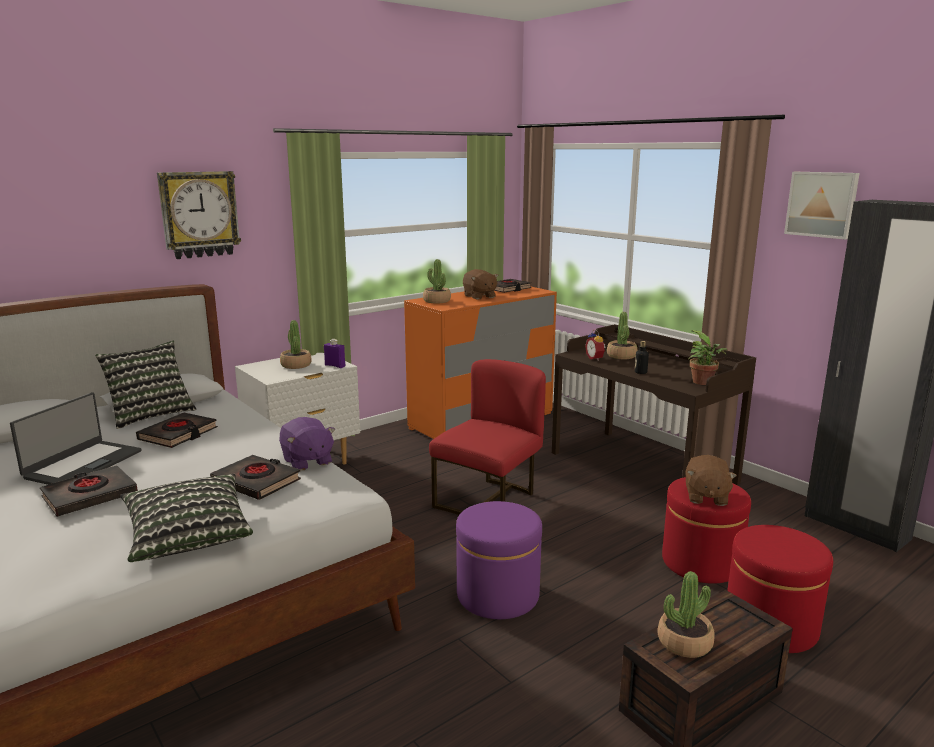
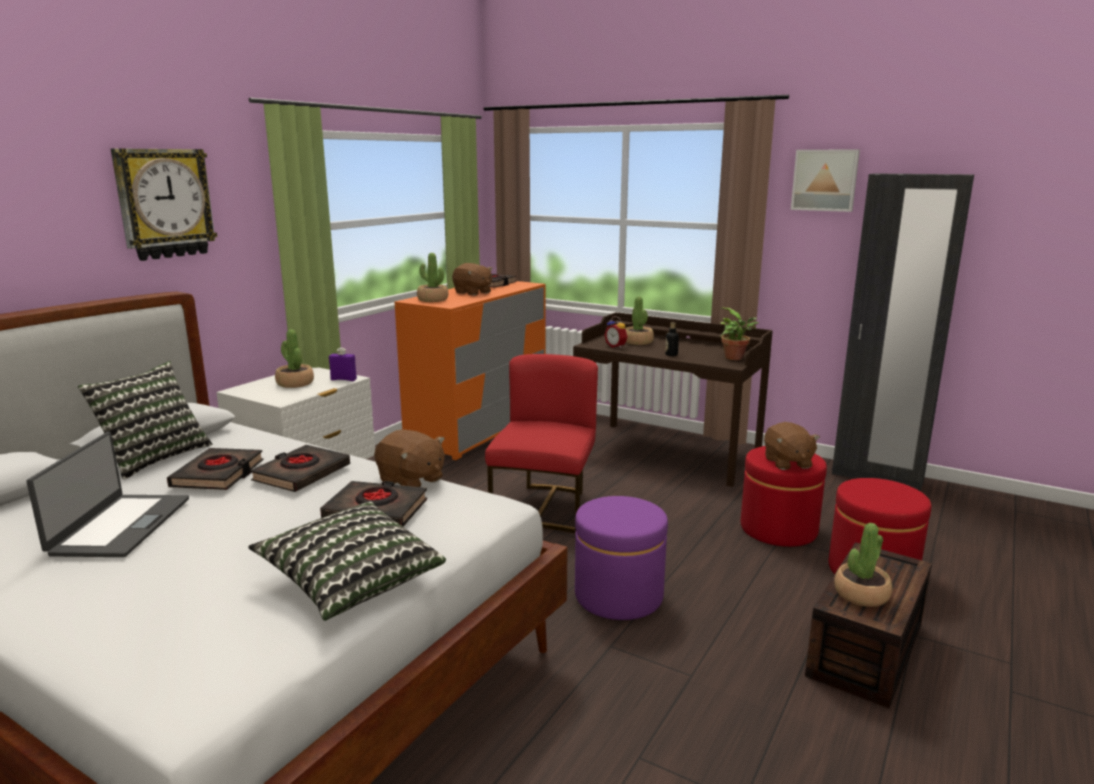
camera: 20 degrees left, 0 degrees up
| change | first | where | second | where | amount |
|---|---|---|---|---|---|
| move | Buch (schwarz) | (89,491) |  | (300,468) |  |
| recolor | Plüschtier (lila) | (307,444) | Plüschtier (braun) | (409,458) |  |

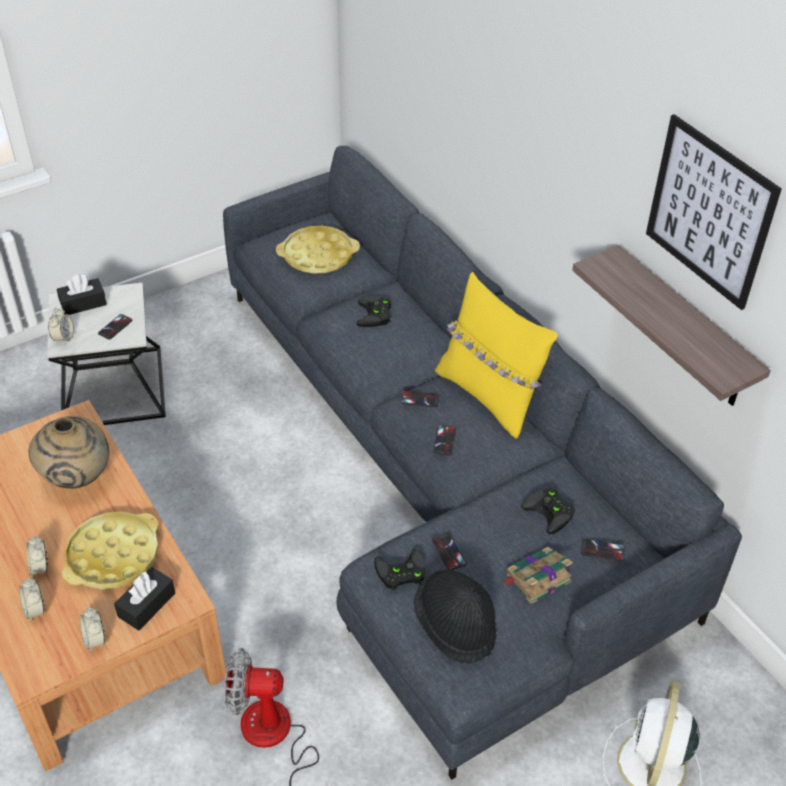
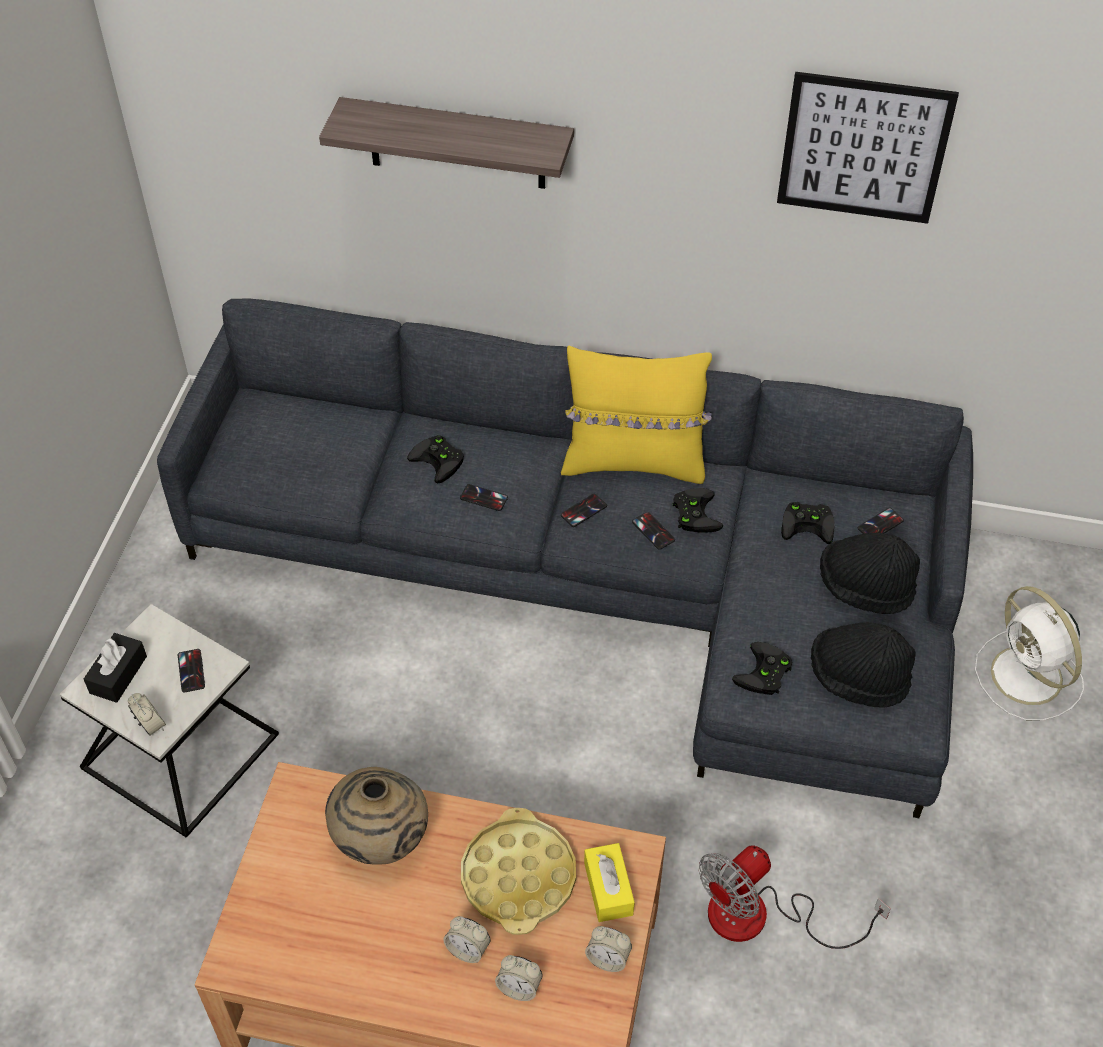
camera: 45 degrees left, 5 degrees up
| change | first | where | second | where | amount |
|---|---|---|---|---|---|
| delete | Tablett (gelb) | (318,250) |  |  |  |
| insert |  |  | Gamepad (schwarz) | (698,510) |  |
| move | Handy | (449,551) |  | (484,497) |  |
| move | Wandregal | (671,325) |  | (446,143) |  |
| replace | Buch | (538,575) | Hut (schwarz) | (870,573) |  |
| recolor | Taschentuchbox (schwarz) | (144,599) | Taschentuchbox (gelb) | (609,882) |  |

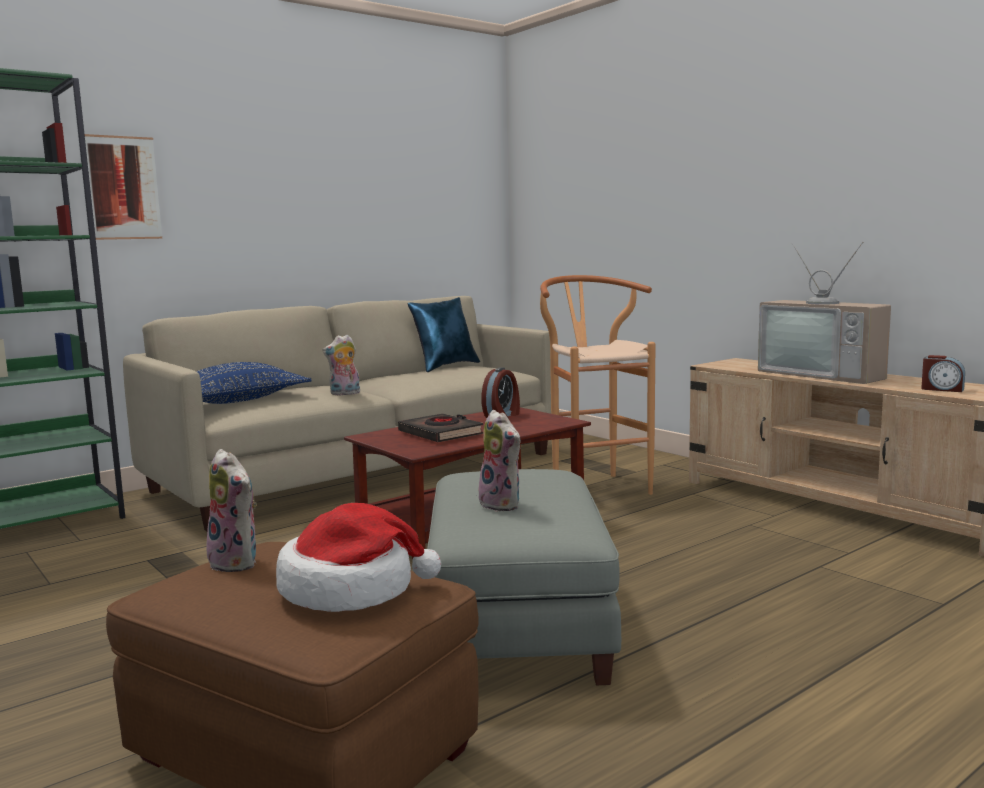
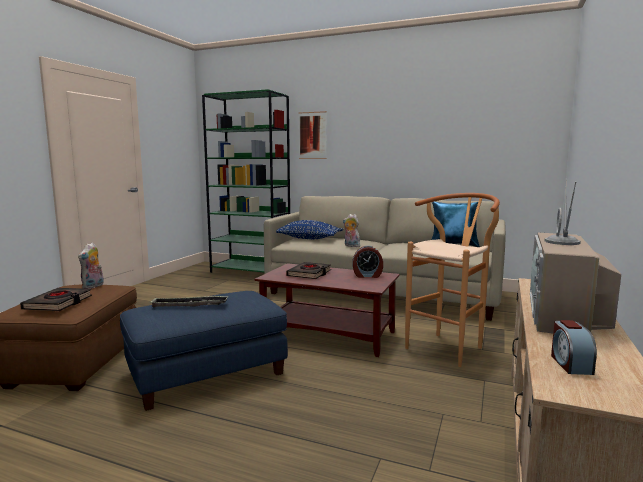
camera: 60 degrees right, 0 degrees up
| change | first | where | second | where | amount |
|---|---|---|---|---|---|
| replace | Hut | (358,557) | Buch (schwarz) | (56,299) |  |
| replace | Plüschtier | (499,461) | Tablett | (188,301) |  |
| recolor | Polsterhocker (grau) | (524,577) | Polsterhocker (blau) | (204,351) |  |

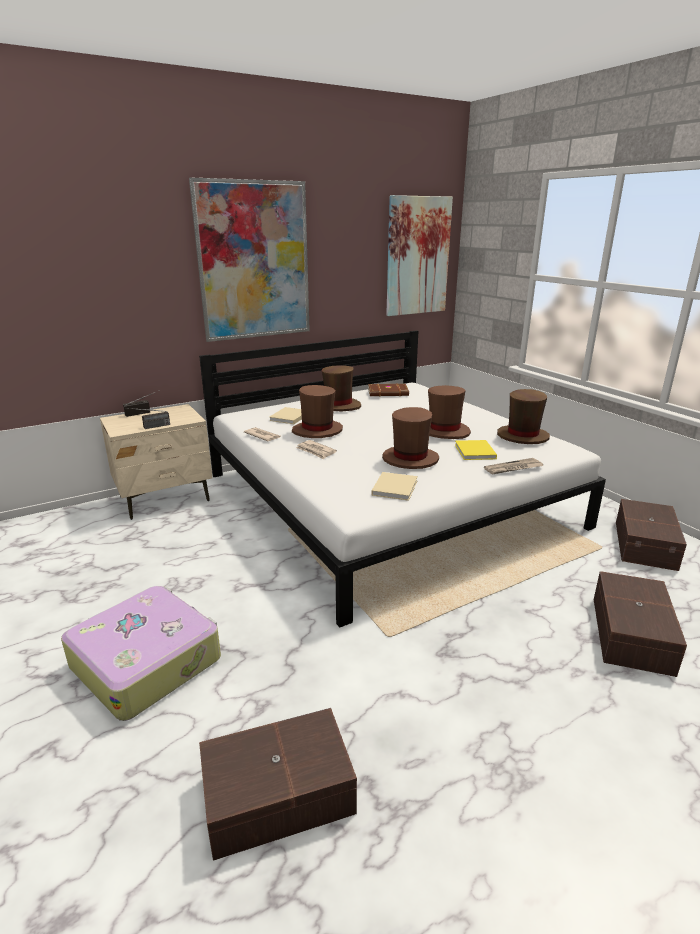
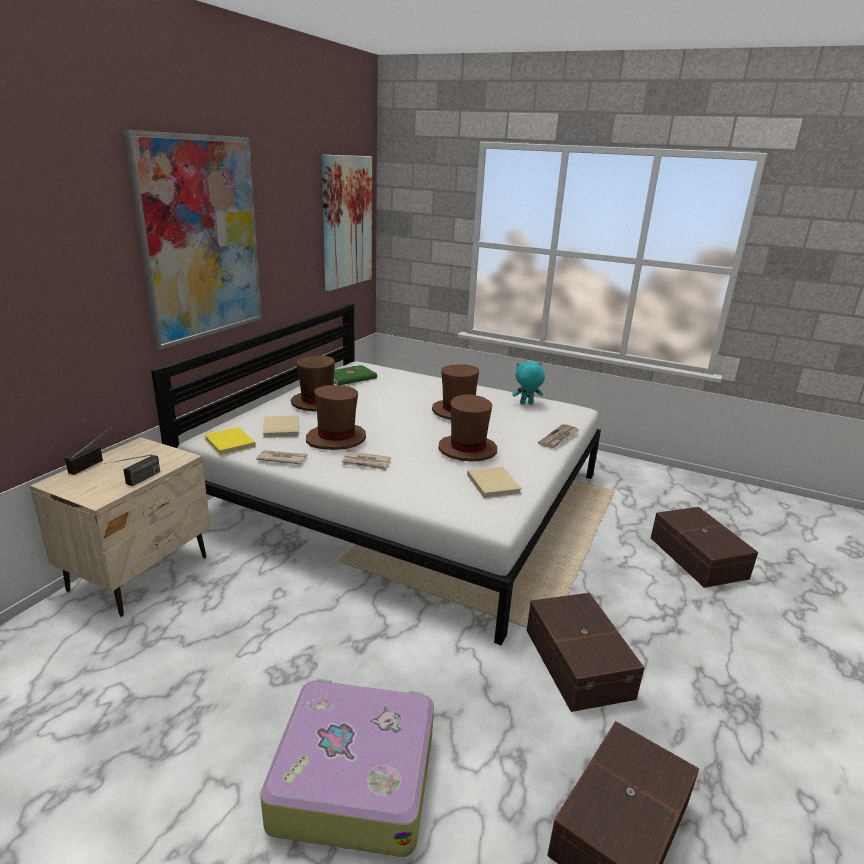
camera: 35 degrees left, 0 degrees up
| change | first | where | second | where | amount |
|---|---|---|---|---|---|
| move | Buch (gelb) | (476,450) |  | (230,441) |  |
| move | Aufbewahrungsbox (braun) | (651,535) |  | (586,652) |  |
| replace | Hut (braun) | (523,416) | Plüschtier (türkis) | (528,383) |  |
| recolor | Buch (braun) | (388,389) | Buch (grün) | (355,375) |  |

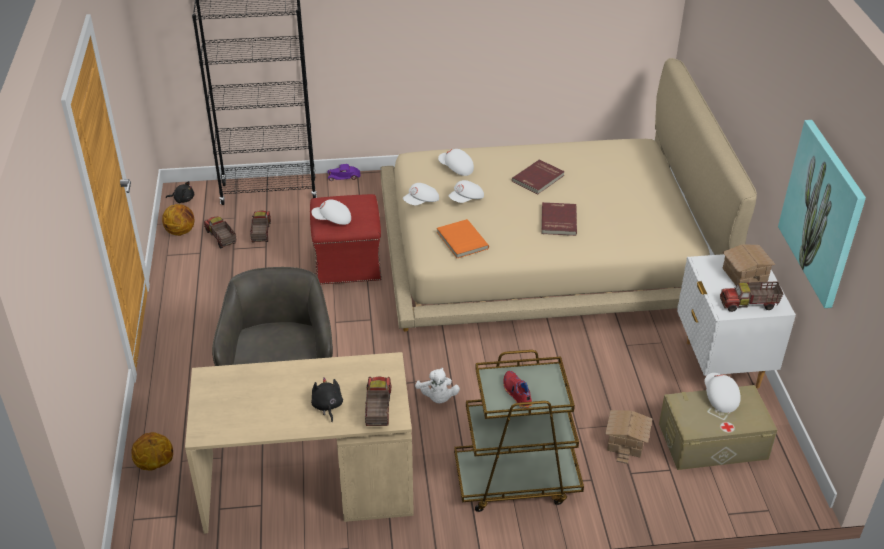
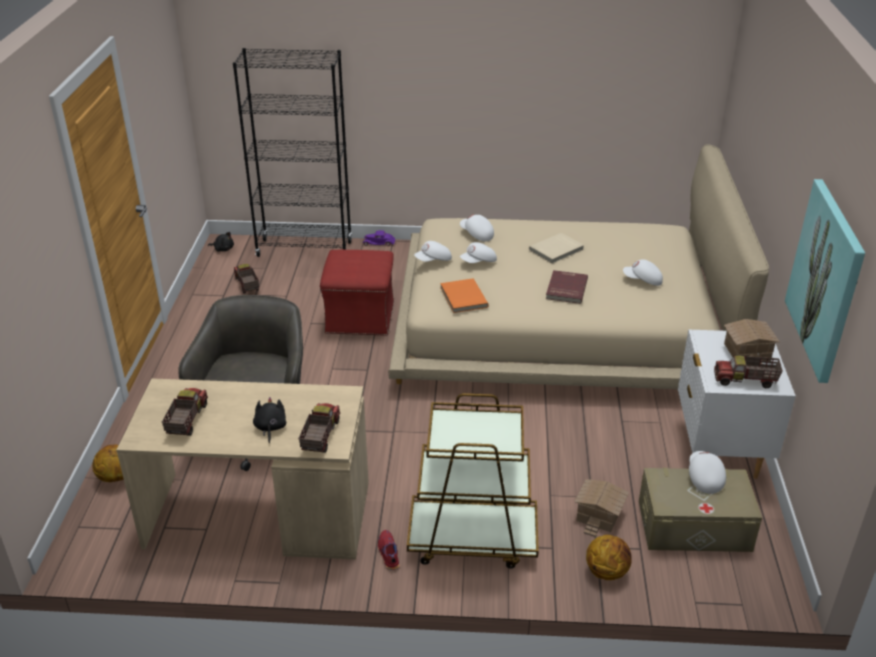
camera: 10 degrees right, 5 degrees down
| change | first | where | second | where | amount |
|---|---|---|---|---|---|
| delete | Plüschtier (weiß) | (437,385) |  |  |  |
| move | Basketball | (178,220) |  | (609,557) |  |
| move | Spielzeuglaster | (260,226) |  | (185,412) |  |
| move | Kappe (weiß) | (331,212) |  | (643,272) |  |
| move | Schuh (rot) | (517,389) |  | (389,550) |  |
| recolor | Buch (rot) | (538,176) | Buch (beige) | (556,248) |  |

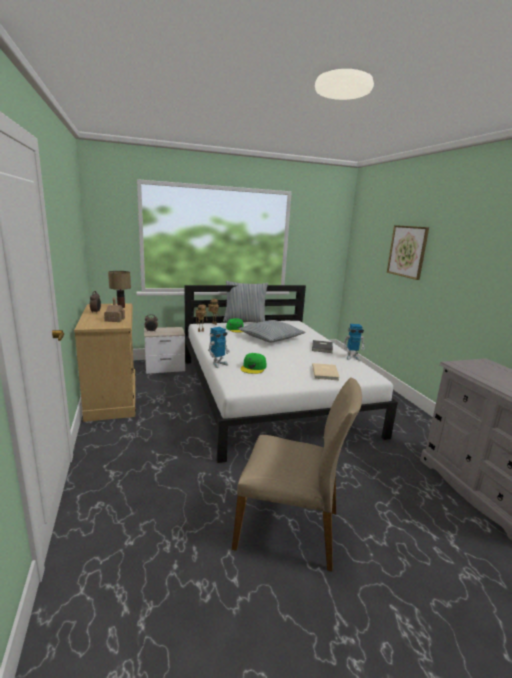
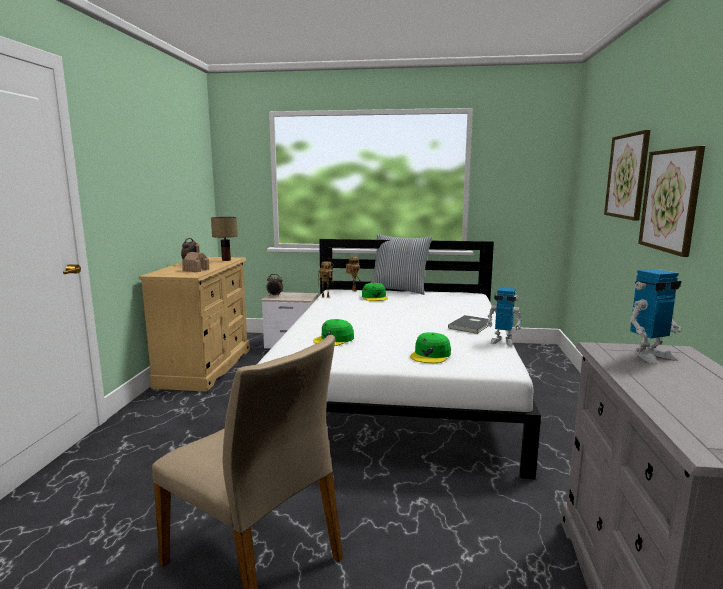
camera: 25 degrees right, 5 degrees down
| change | first | where | second | where | amount |
|---|---|---|---|---|---|
| delete | Kissen | (272,331) |  |  |  |
| insert |  |  | Bild | (671,201) |  |
| move | Spielzeugroboter | (219,347) |  | (655,316) |  |
| replace | Buch (beige) | (325,371) | Kappe (grün) | (430,347) |  |

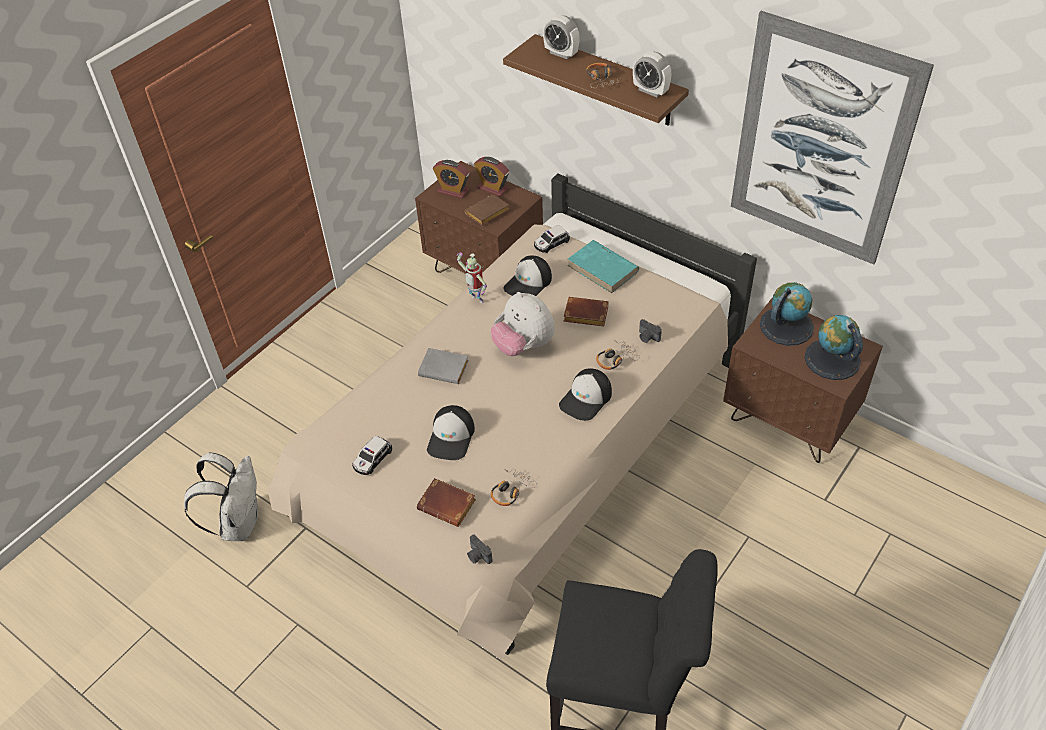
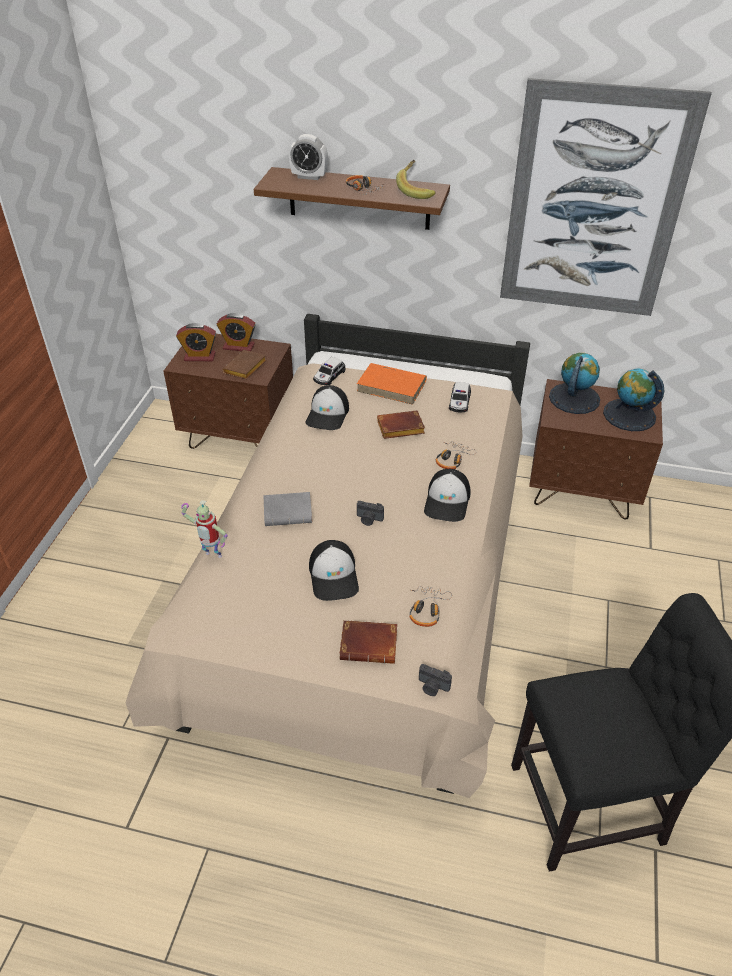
camera: 25 degrees left, 5 degrees down
| change | first | where | second | where | amount |
|---|---|---|---|---|---|
| delete | Rucksack (weiß) | (221,497) |  |  |  |
| delete | Plüschtier | (523,324) |  |  |  |
| move | Spielzeugauto | (372,455) |  | (460,397) |  |
| move | Spielzeugroboter | (472,278) |  | (204,529) |  |
| move | Kamera | (650,331) |  | (370,513) |  |
| replace | Wecker | (652,74) | Banane | (415,179) |  |
| recolor | Buch (türkis) | (603,266) | Buch (orange) | (392,384) |  |

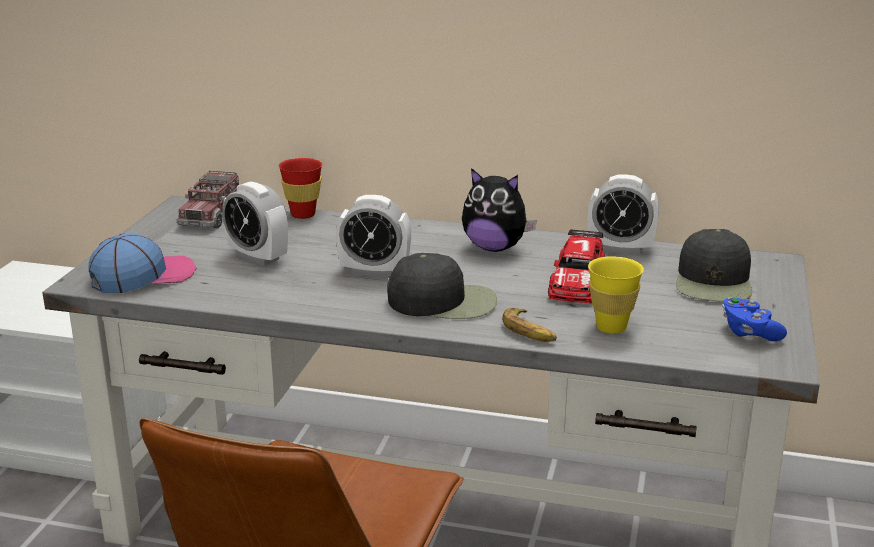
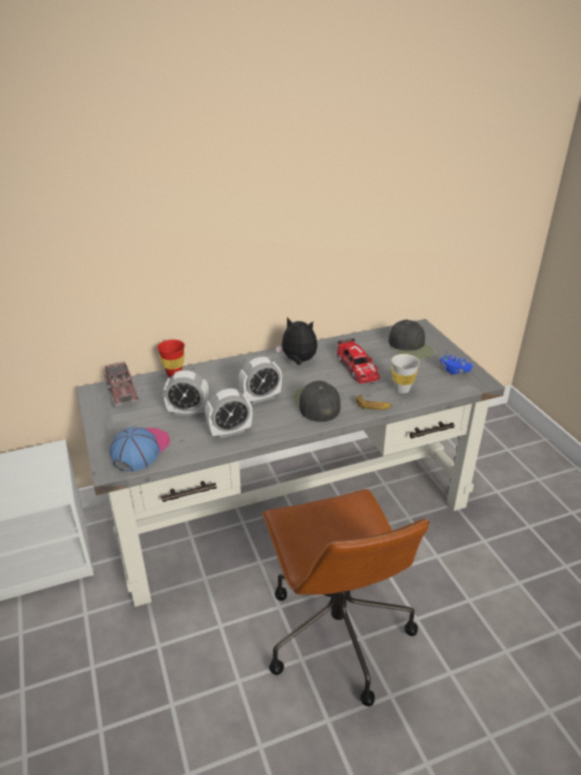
camera: 35 degrees left, 10 degrees up
| change | first | where | second | where | amount |
|---|---|---|---|---|---|
| move | Wecker | (623,214) |  | (228,413) |  |
| recolor | Tasse (gelb) | (616,295) | Tasse (weiß) | (406,373) |  |
| rotate | Kappe (schwarz) | (442,286) |  | (316,401) | 75 degrees counterclockwise |
| rotate | Plüschtier | (499,210) |  | (296,341) | 150 degrees counterclockwise |

